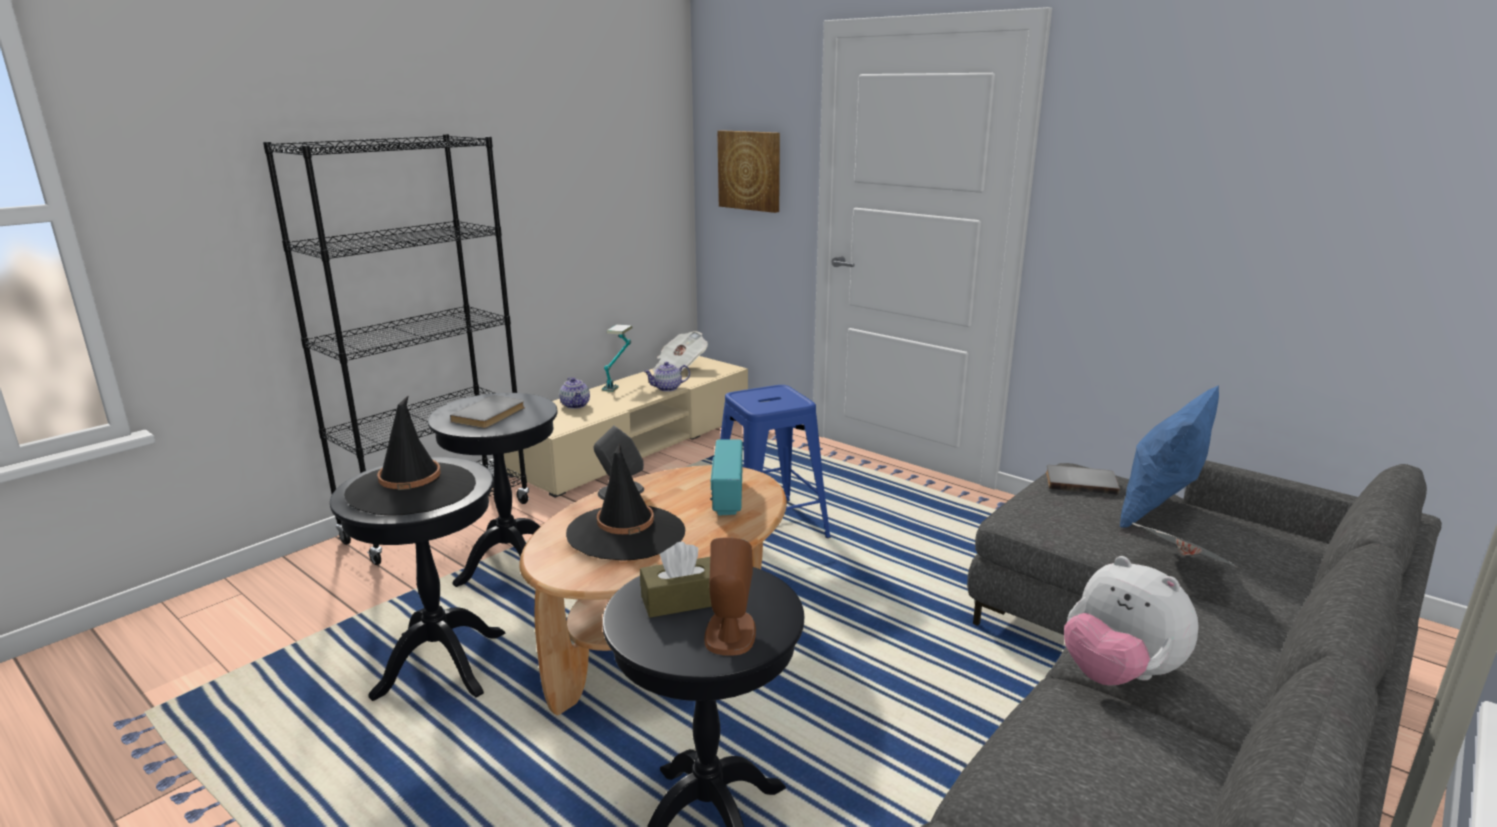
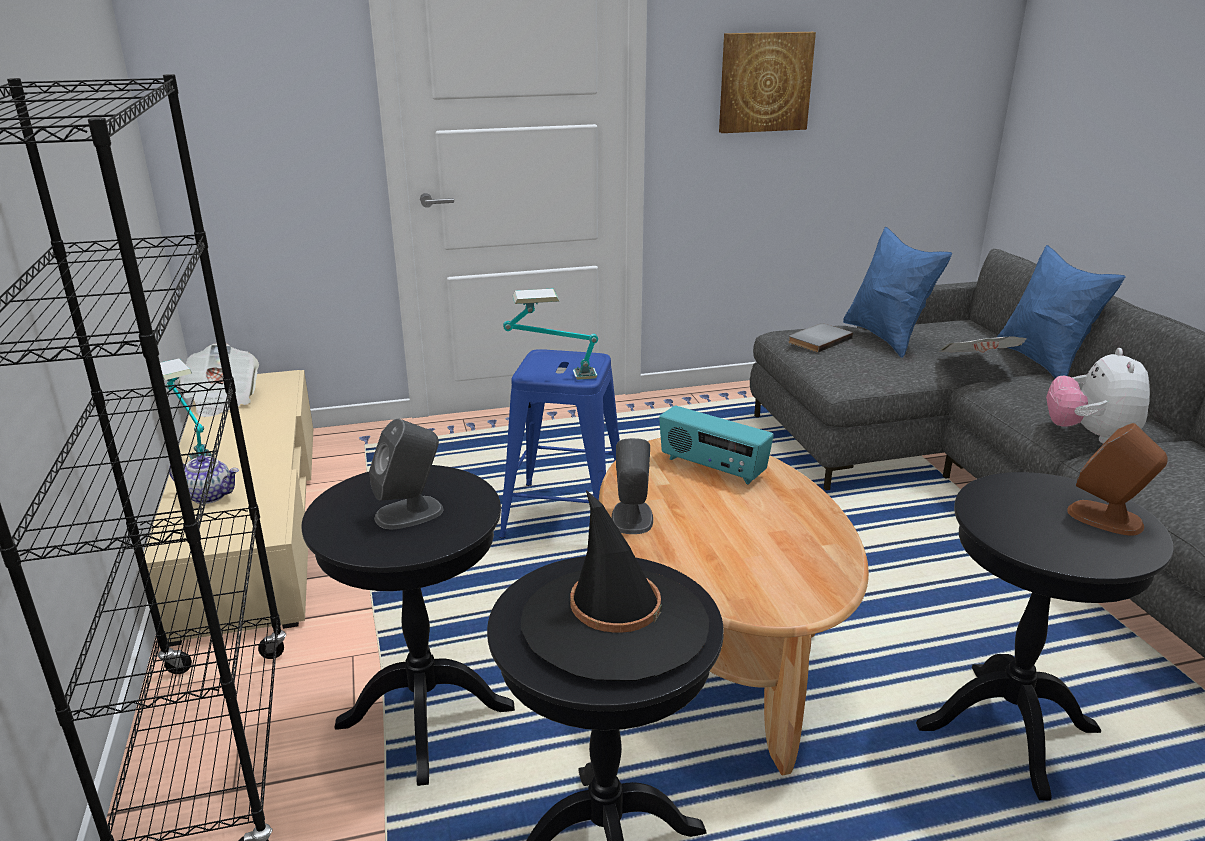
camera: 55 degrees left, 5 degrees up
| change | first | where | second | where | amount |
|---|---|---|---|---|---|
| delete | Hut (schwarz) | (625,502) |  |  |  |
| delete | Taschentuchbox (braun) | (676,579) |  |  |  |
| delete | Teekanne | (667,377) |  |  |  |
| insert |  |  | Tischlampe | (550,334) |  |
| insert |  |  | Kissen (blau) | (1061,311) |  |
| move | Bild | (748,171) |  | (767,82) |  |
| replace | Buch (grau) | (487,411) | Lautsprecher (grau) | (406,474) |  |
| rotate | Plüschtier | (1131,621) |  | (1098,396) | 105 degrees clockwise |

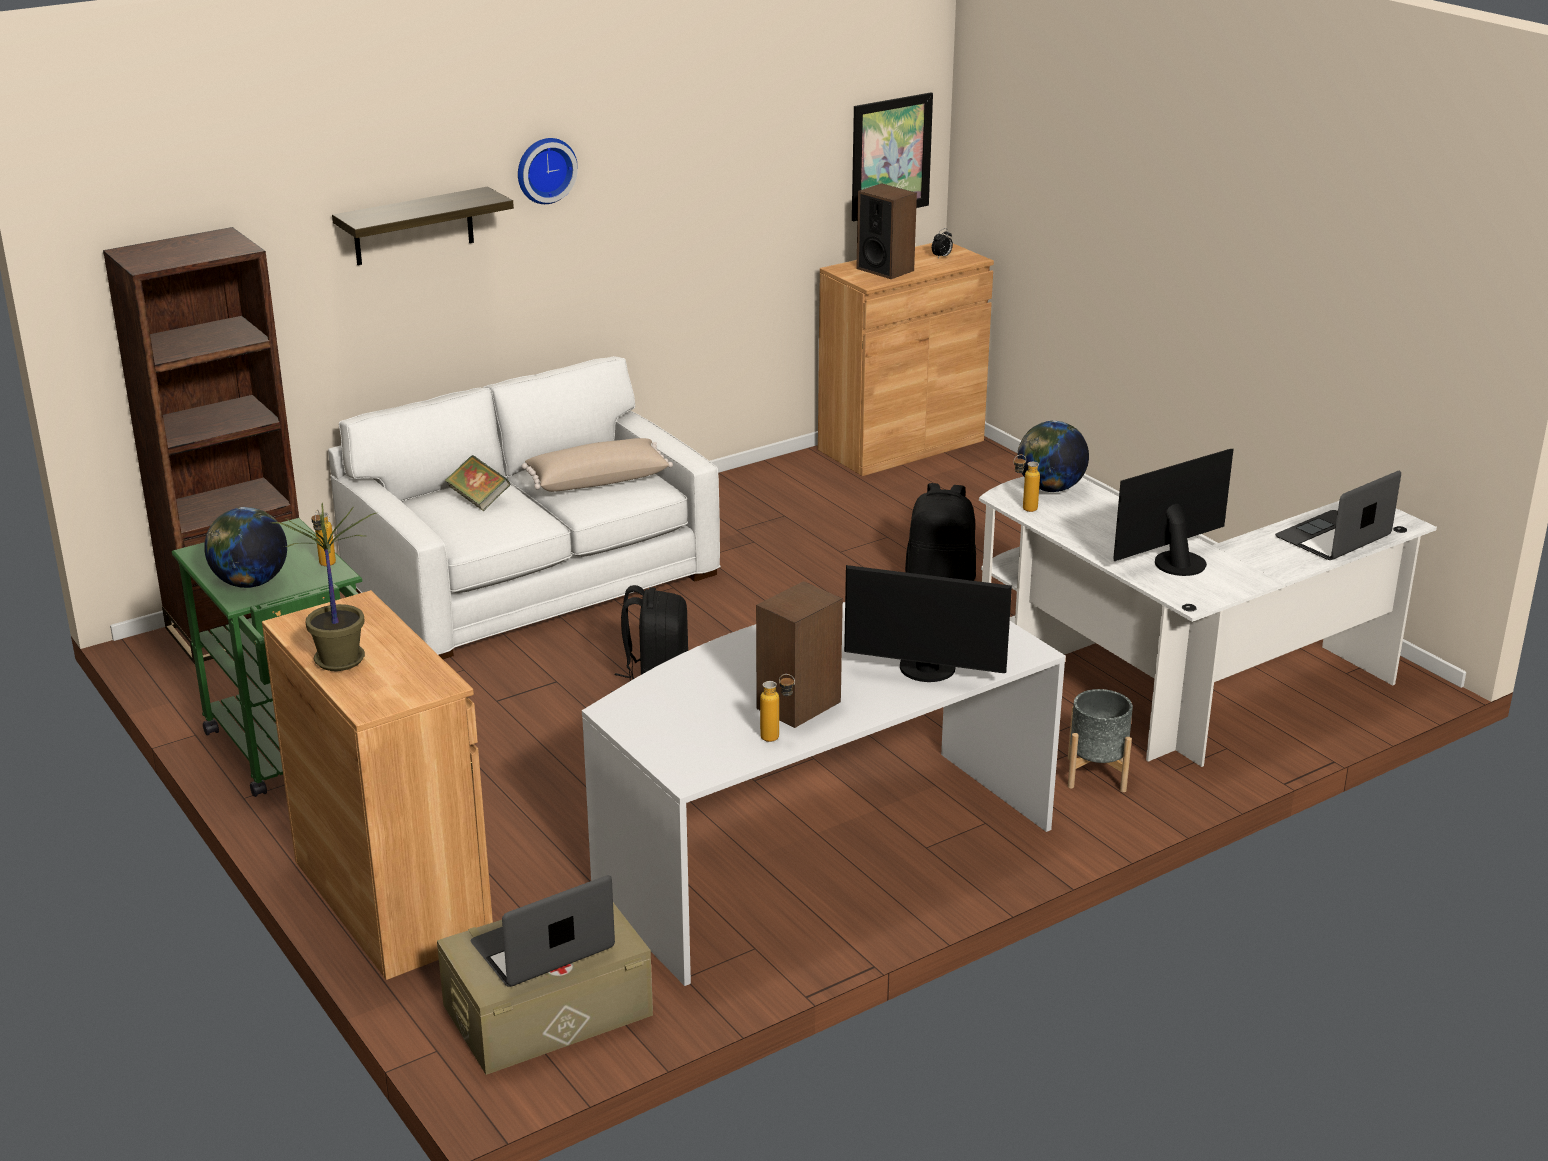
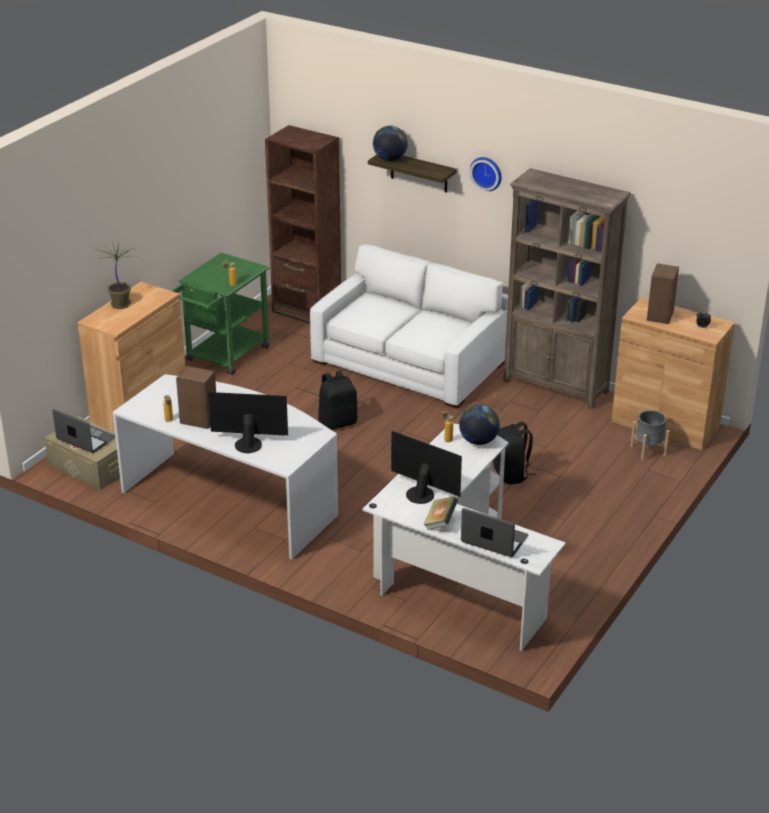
camera: 65 degrees right, 5 degrees up
| change | first | where | second | where | amount |
|---|---|---|---|---|---|
| delete | Kissen (beige) | (597,465) |  |  |  |
| delete | Bild | (892,156) |  |  |  |
| insert |  |  | Bücherregal (braun) | (567,288) |  |
| move | Globus | (245,547) |  | (390,143) |  |
| move | Buch | (477,483) |  | (440,513) |  |
| move | Pflanzkübel (grau) | (1100,740) |  | (650,435) |  |
| rotate | Monitor | (928,623) |  | (248,422) | 105 degrees clockwise |

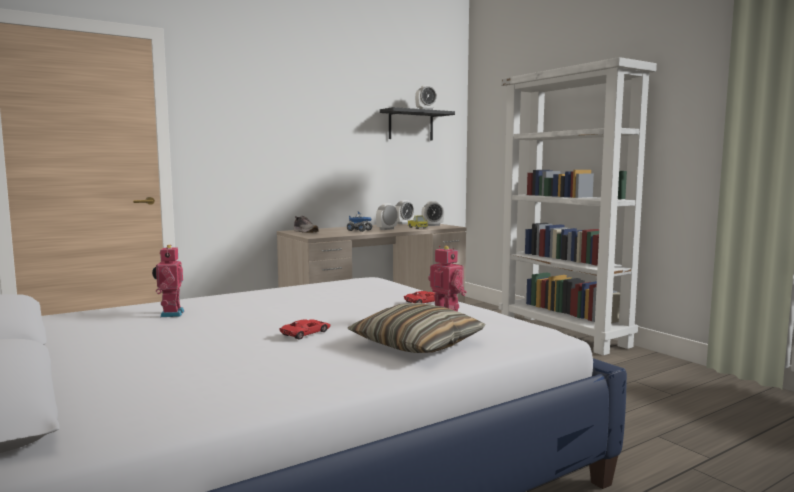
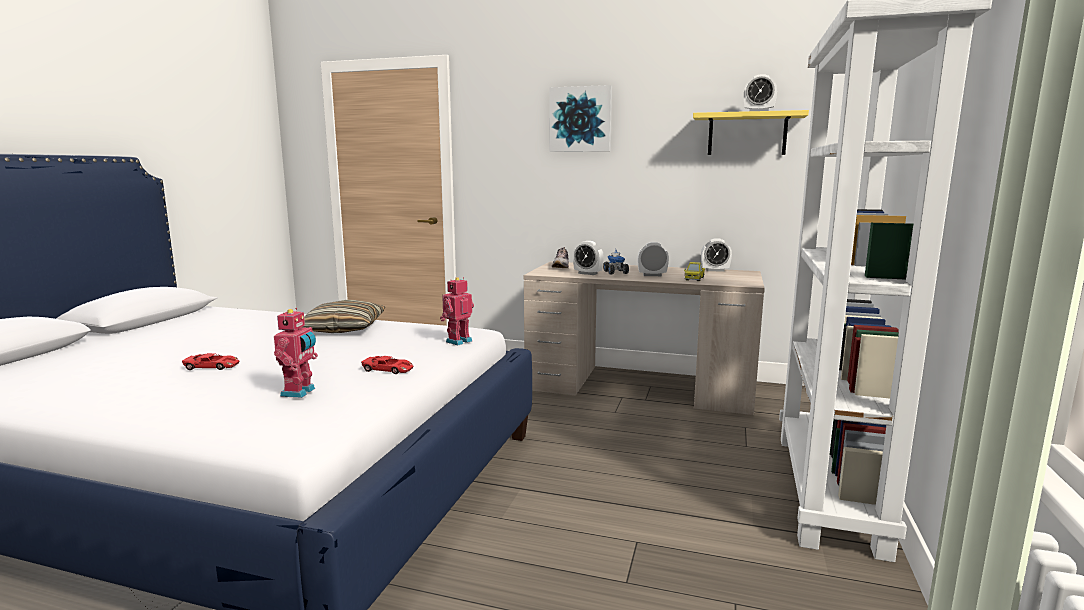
camera: 50 degrees right, 5 degrees up
| change | first | where | second | where | amount |
|---|---|---|---|---|---|
| insert |  |  | Bild | (580,118) |  |
| move | Spielzeugroboter | (168,281) |  | (457,311) |  |
| move | Kissen | (416,328) |  | (343,316) |  |
| move | Wecker | (432,213) |  | (588,258) |  |
| recolor | Wandregal (schwarz) | (417,123) | Wandregal (gelb) | (751,132) |  |

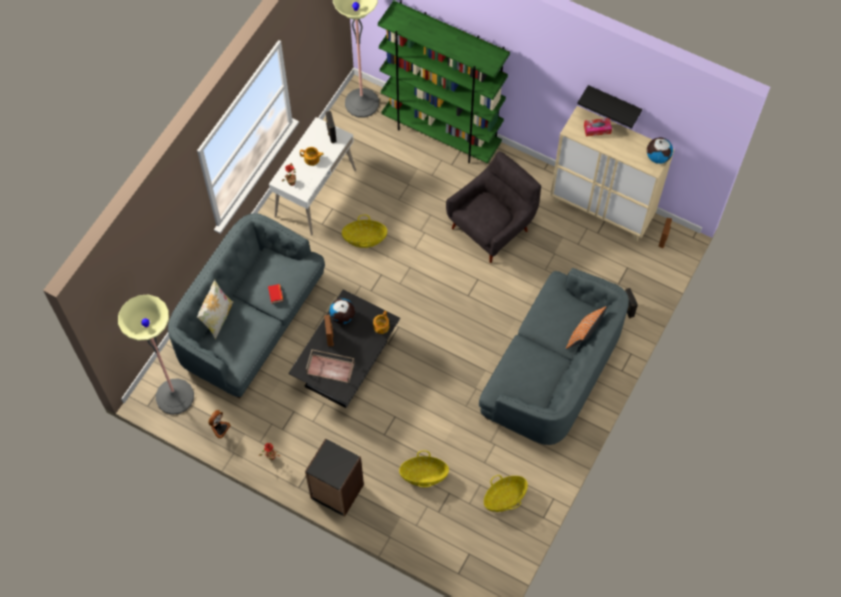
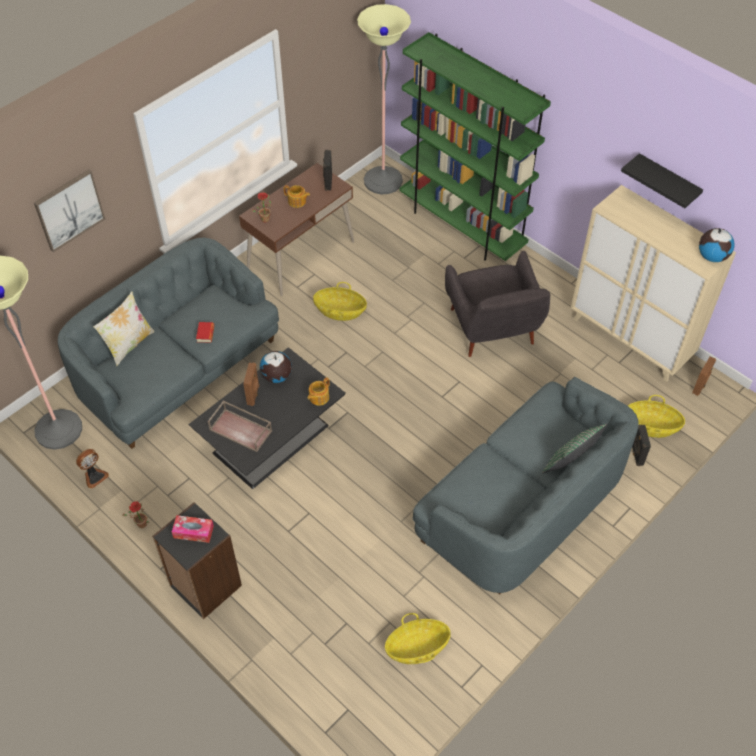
camera: 15 degrees right, 10 degrees down
| change | first | where | second | where | amount |
|---|---|---|---|---|---|
| insert |  |  | Bild | (69,210) |  |
| move | Korb | (424,468) |  | (656,416) |  |
| move | Taschentuchbox | (598,127) |  | (193,529) |  |
| recolor | Schreibtisch (weiß) | (312,176) | Schreibtisch (braun) | (296,229) |  |
| recolor | Kissen (orange) | (586,327) | Kissen (grün) | (574,448) |  |
| rotate | Sessel (grau) | (493,207) |  | (497,304) | 105 degrees clockwise |

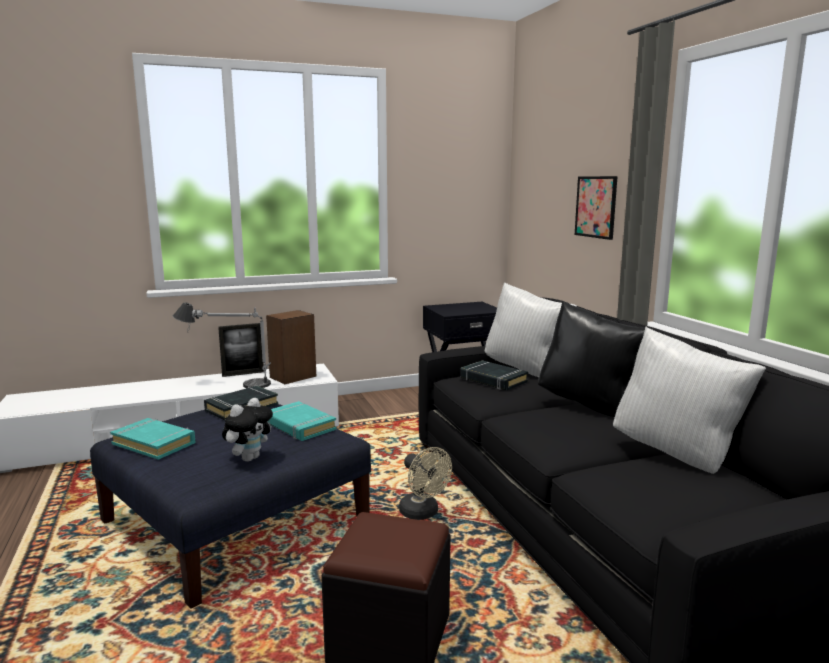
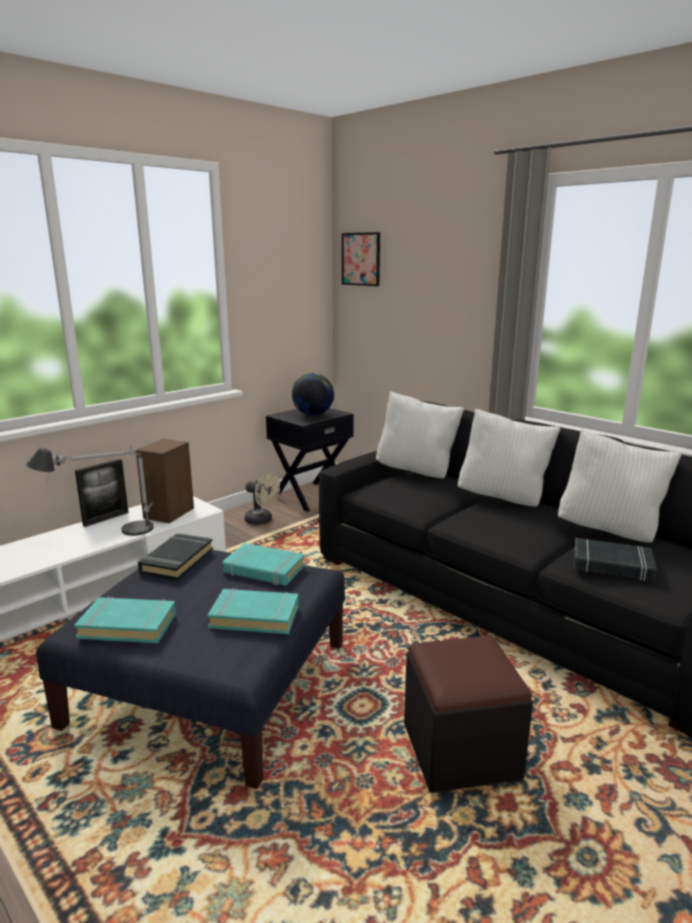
camera: 25 degrees left, 5 degrees up
| change | first | where | second | where | amount |
|---|---|---|---|---|---|
| insert |  |  | Globus | (313,394) |  |
| move | Ventilator (beige) | (425,483) |  | (262,499) |  |
| move | Buch (schwarz) | (494,375) |  | (615,559) |  |
| move | Bild | (596,208) |  | (361,259) |  |
| replace | Plüschtier | (247,430) | Buch (türkis) | (253,611) |  |
| recolor | Kissen (schwarz) | (595,359) | Kissen (weiß) | (509,457) |  |

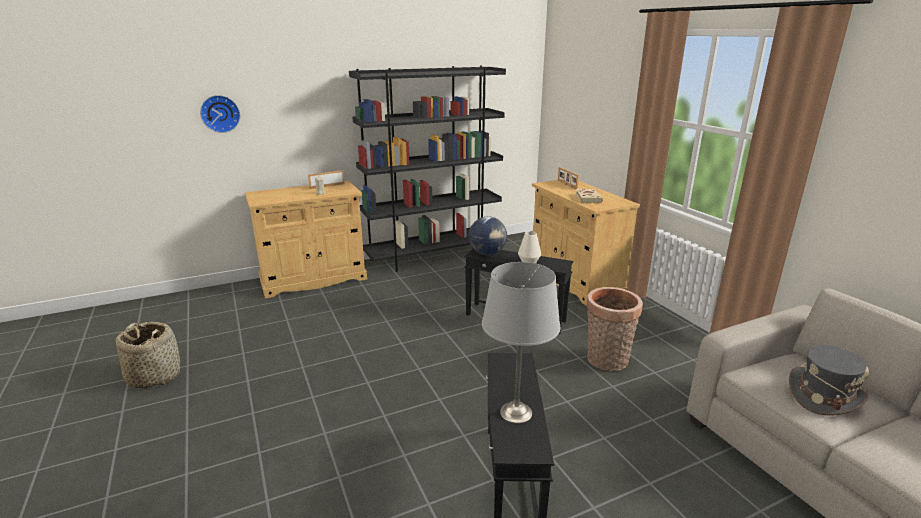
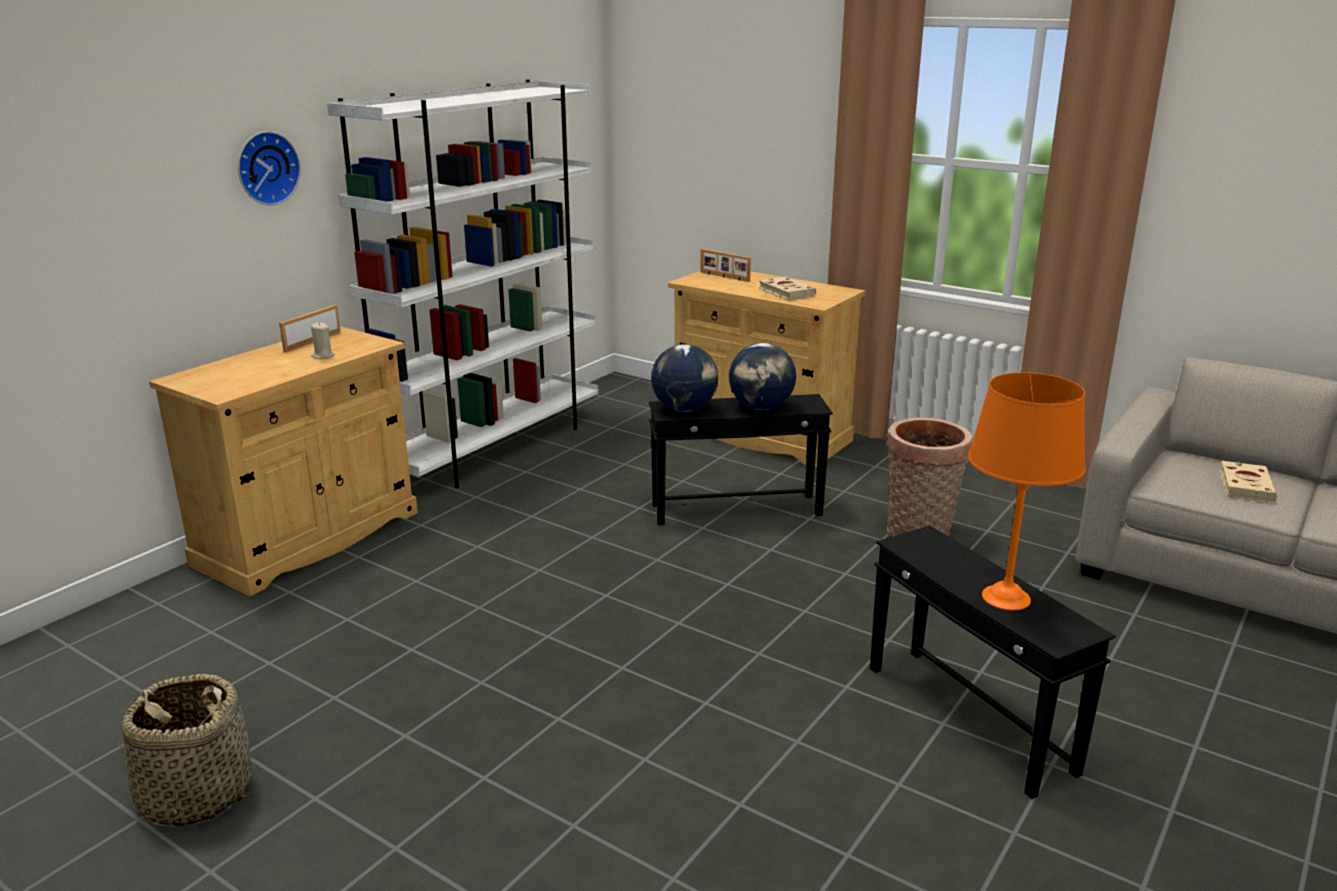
camera: 30 degrees left, 0 degrees up
| change | first | where | second | where | amount |
|---|---|---|---|---|---|
| move | Wanduhr | (220,114) |  | (269,168) |  |
| replace | Vase (weiß) | (529,247) | Globus | (762,376) |  |
| replace | Hut (grau) | (829,380) | Buch (beige) | (1248,482) |  |
| recolor | Bücherregal (schwarz) | (427,168) | Bücherregal (weiß) | (463,283) |  |
| recolor | Tischlampe (grau) | (521,343) | Tischlampe (orange) | (1027,491) |  |

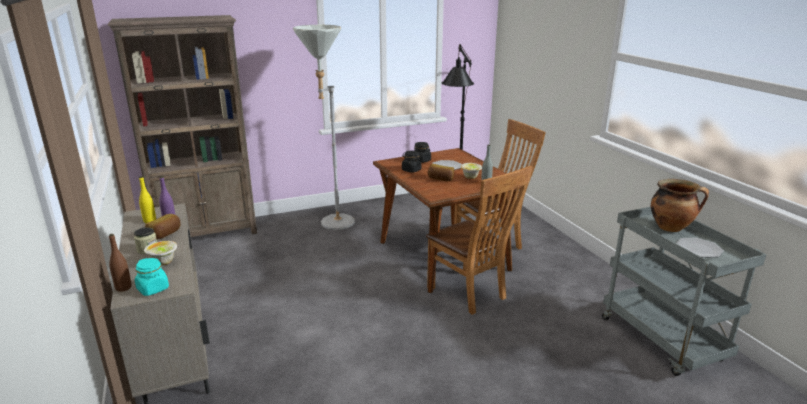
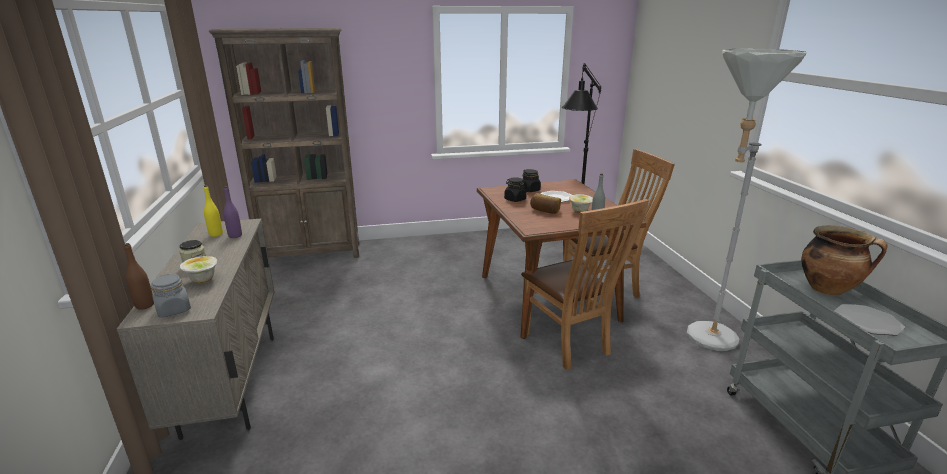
camera: 10 degrees right, 0 degrees up
| change | first | where | second | where | amount |
|---|---|---|---|---|---|
| delete | Brot | (163,226) |  |  |  |
| move | Stehlampe (grau) | (324,127) |  | (747,200) |  |
| recolor | Vorratsglas (türkis) | (152,277) | Vorratsglas (grau) | (171,296) |  |

